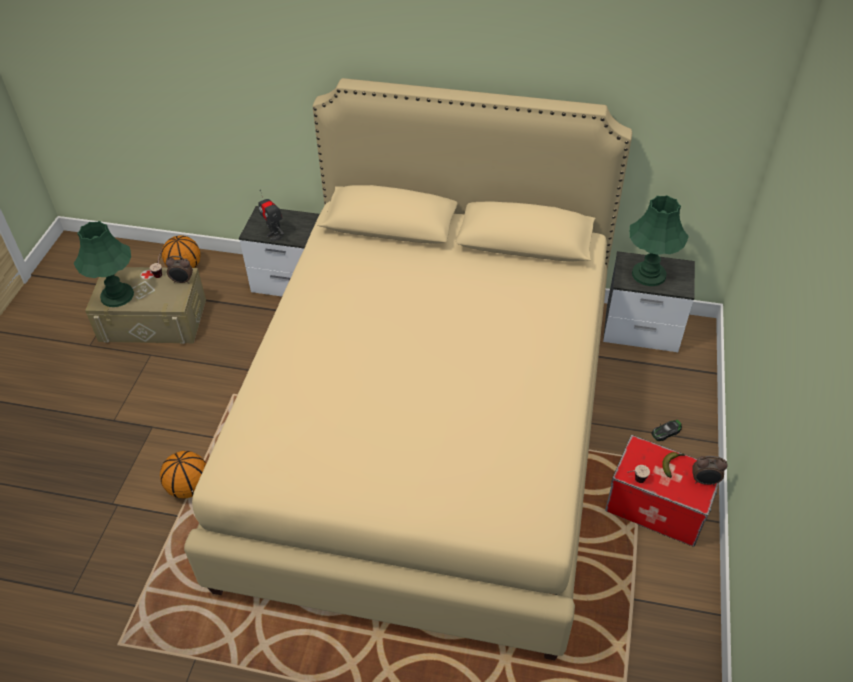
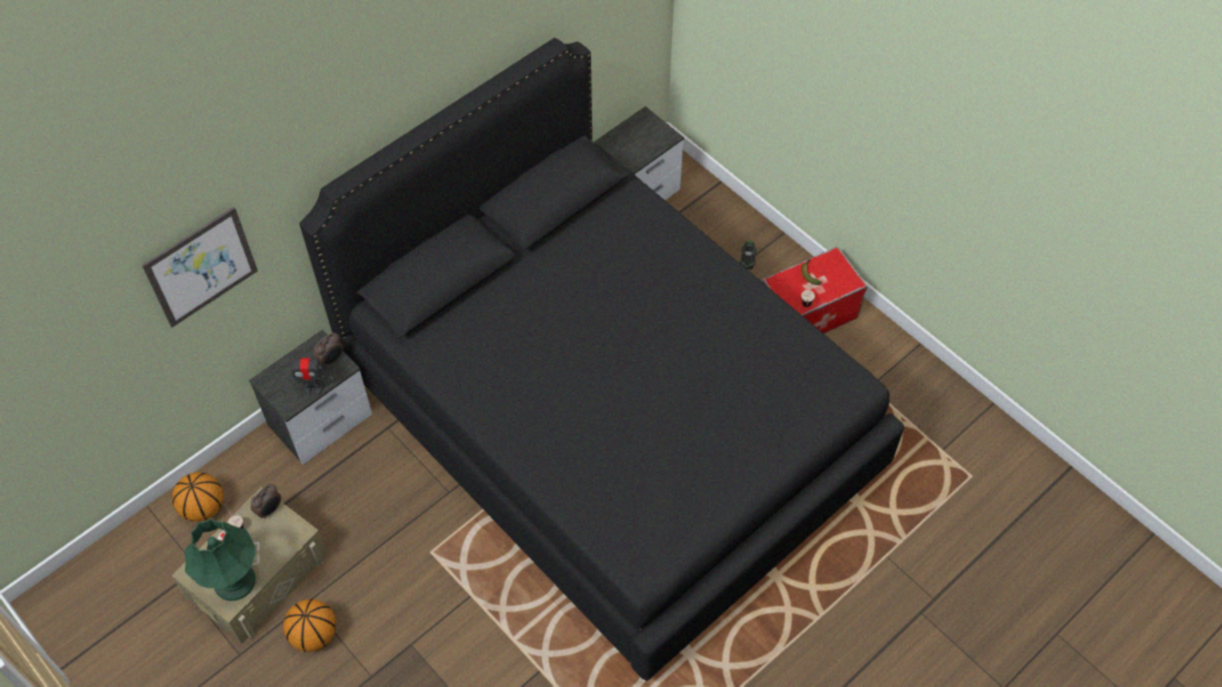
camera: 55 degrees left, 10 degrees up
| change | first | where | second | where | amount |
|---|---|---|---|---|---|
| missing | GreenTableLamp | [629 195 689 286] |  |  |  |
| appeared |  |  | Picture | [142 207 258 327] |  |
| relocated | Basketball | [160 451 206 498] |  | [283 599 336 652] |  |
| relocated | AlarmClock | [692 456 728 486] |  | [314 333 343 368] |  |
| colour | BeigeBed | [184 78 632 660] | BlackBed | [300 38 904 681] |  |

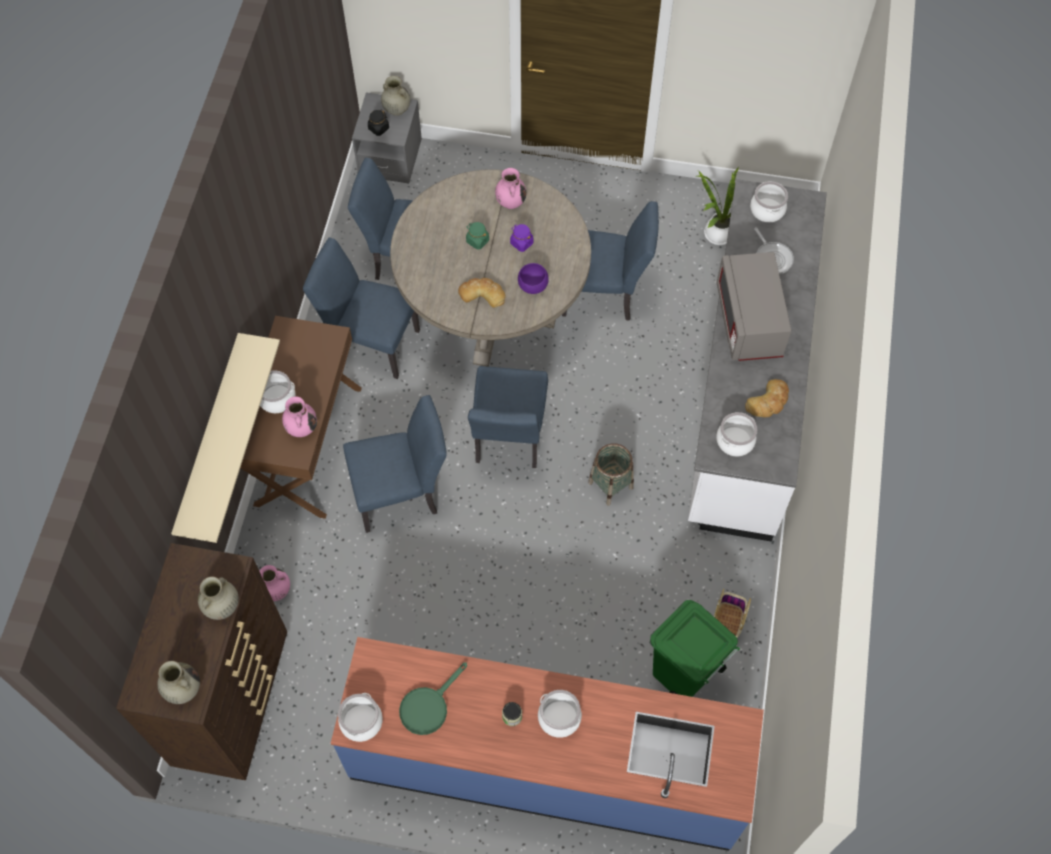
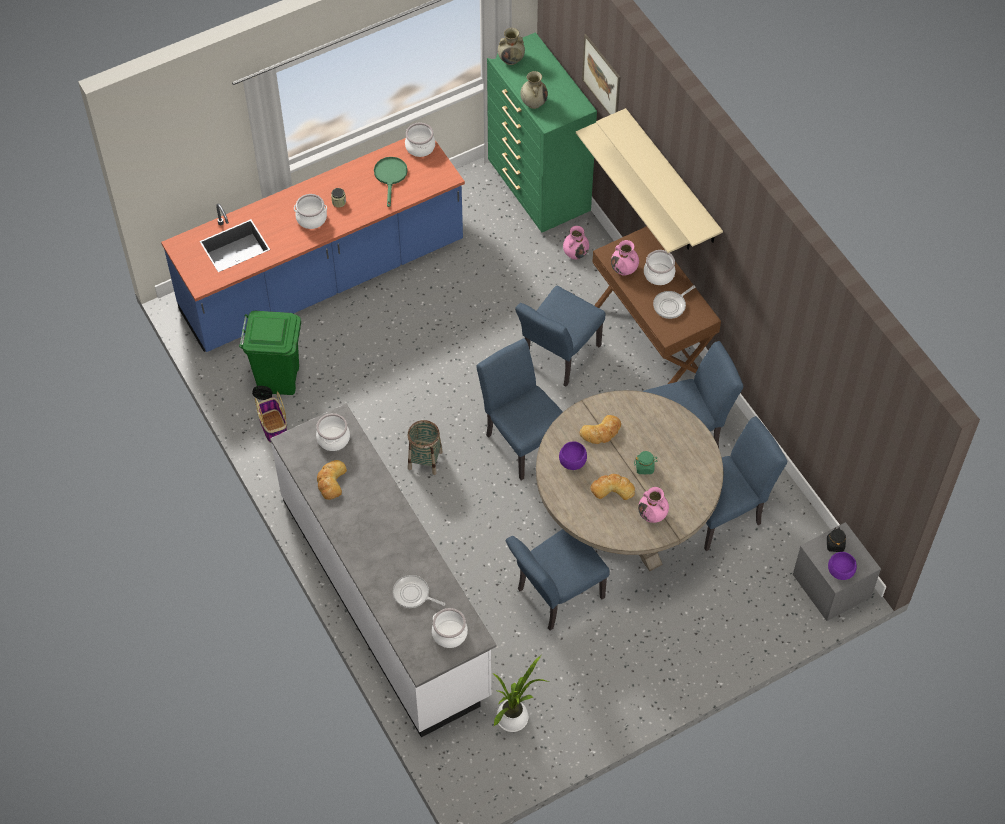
camera: 140 degrees right, 5 degrees down
| change | first | where | second | where | amount |
|---|---|---|---|---|---|
| missing | GreyMicrowave | [717 252 791 361] |  |  |  |
| appeared |  |  | Picture | [582 34 620 115] |  |
| appeared |  |  | BeigeShelf | [596 108 723 247] |  |
| appeared |  |  | FryingPan | [653 285 695 319] |  |
| exchanged | BeigeVase | [381 76 410 116] | PurpleBowl | [828 552 857 580] |  |
| exchanged | PurpleJar | [510 224 533 252] | Bread | [590 474 635 500] |  |
| colour | BrownDresser | [116 543 287 780] | GreenDresser | [487 32 597 233] |  |

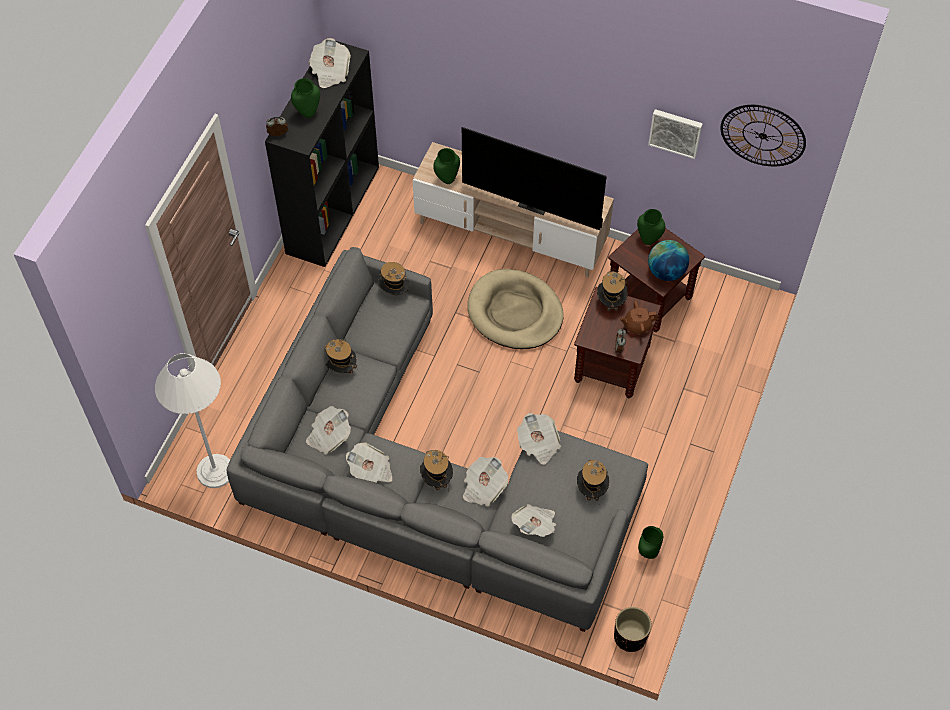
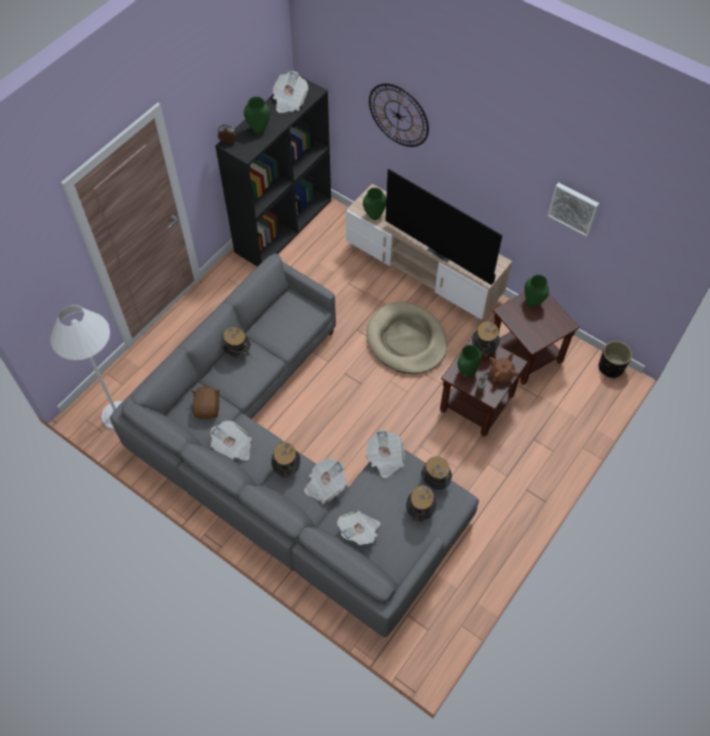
camera: 15 degrees right, 0 degrees up
| change | first | where | second | where | amount |
|---|---|---|---|---|---|
| missing | Globe | [648 240 689 281] |  |  |  |
| relocated | Hat | [378 262 410 295] |  | [421 456 452 490] |  |
| relocated | BlackPlanter | [614 607 651 652] |  | [599 341 632 378] |  |
| relocated | GreenVase | [638 526 663 559] |  | [458 345 482 377] |  |
| relocated | WallClock | [721 105 806 166] |  | [369 83 429 147] |  |
| exchanged | Newspaper | [306 406 351 455] | BrownPlushToy | [191 386 220 419] |  |
| spun | BrownTeapot | [620 301 658 334] |  | [489 352 519 383] | 120 degrees clockwise |

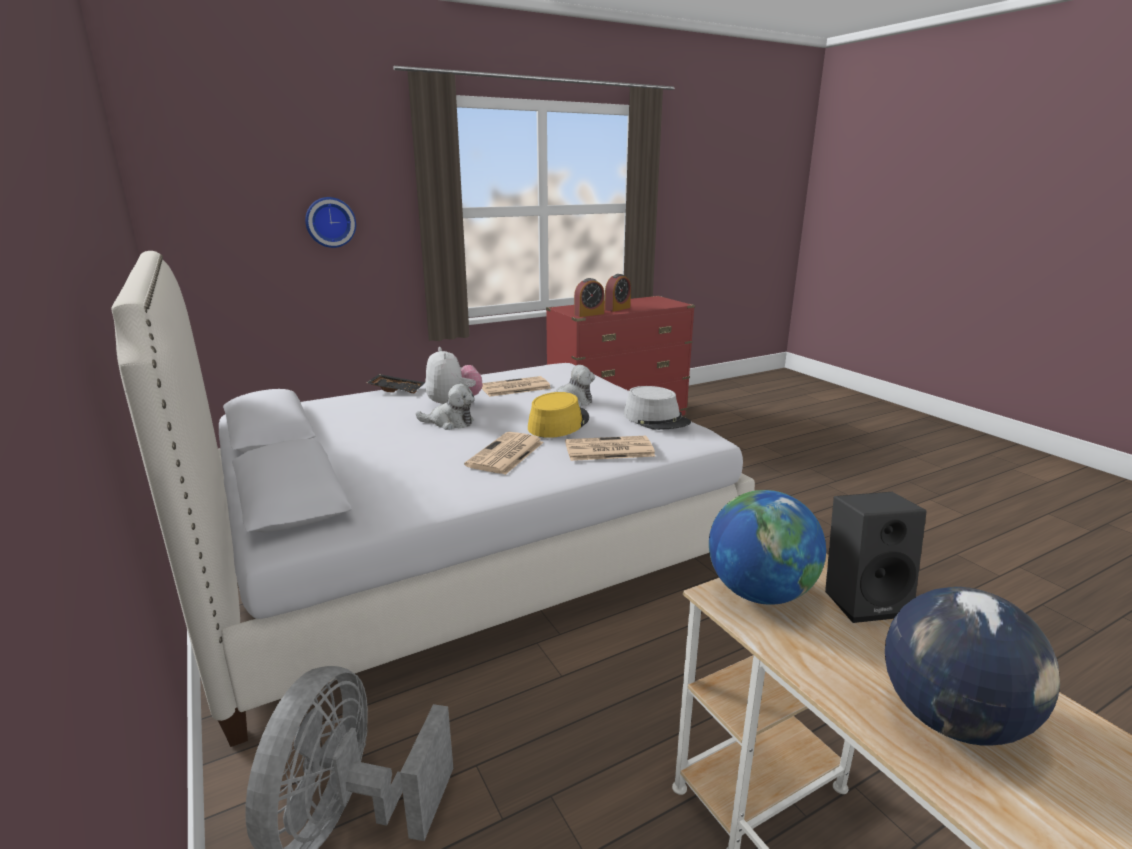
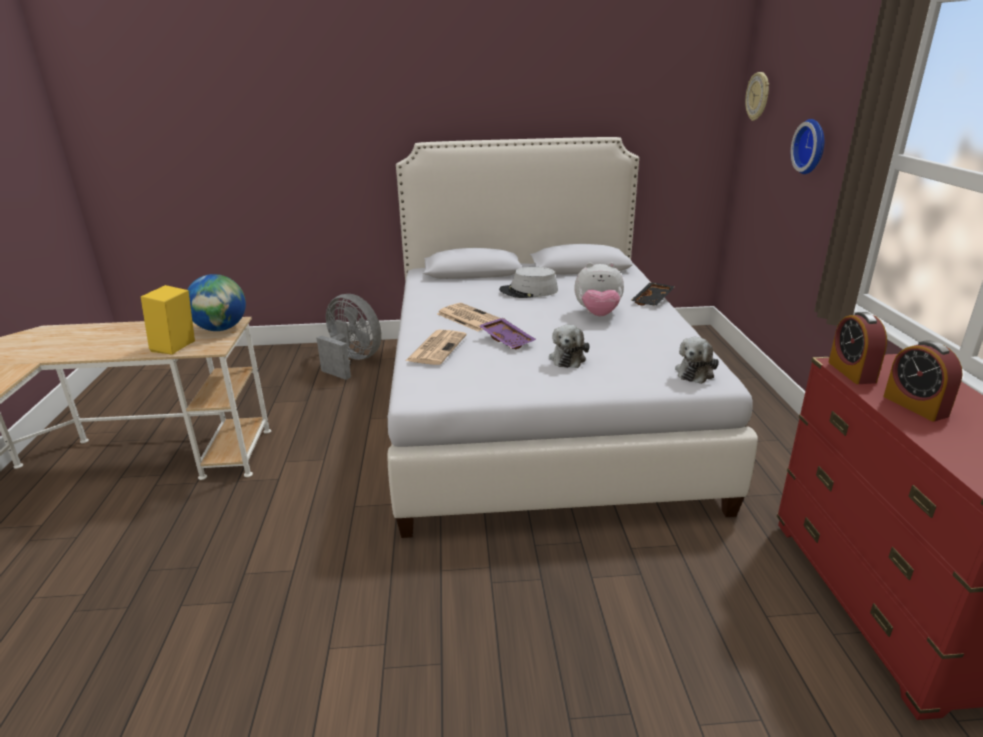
camera: 115 degrees right, 5 degrees up
| change | first | where | second | where | amount |
|---|---|---|---|---|---|
| missing | Newspaper | [482 376 551 397] |  |  |  |
| missing | Globe | [885 587 1060 746] |  |  |  |
| appeared |  |  | WallClock | [745 72 769 121] |  |
| relocated | PlushToy | [416 383 475 430] |  | [675 337 719 384] |  |
| relocated | GreyHat | [624 386 691 430] |  | [499 267 558 298] |  |
| exchanged | YellowHat | [528 392 589 438] | PurpleTray | [478 318 536 349] |  |
| colour | BlackSpeaker | [825 492 927 623] | YellowSpeaker | [141 285 195 355] |  |

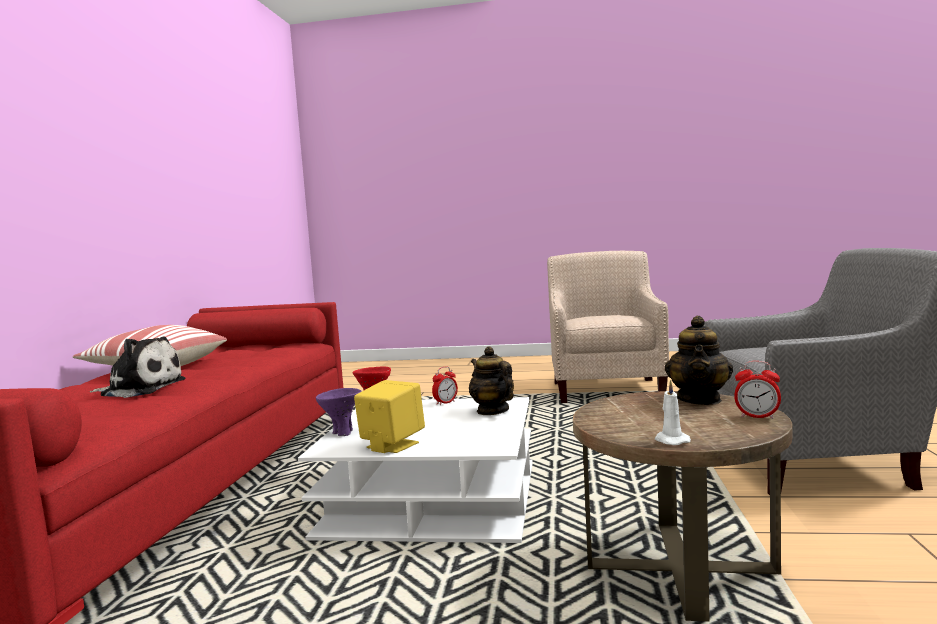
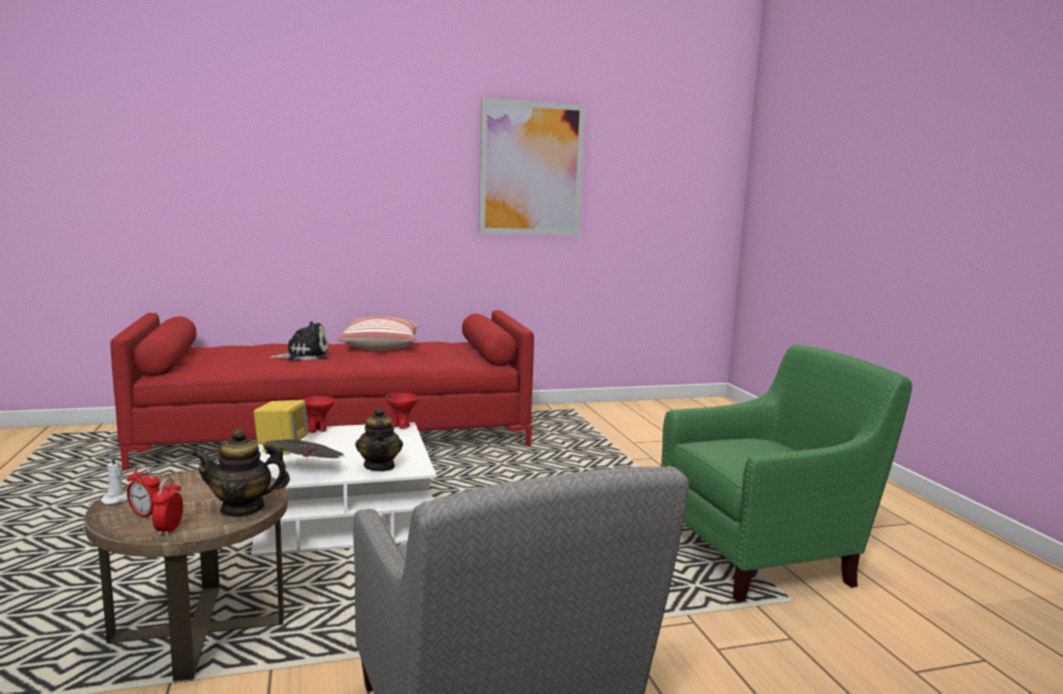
camera: 65 degrees right, 5 degrees up
| change | first | where | second | where | amount |
|---|---|---|---|---|---|
| appeared |  |  | Newspaper | [265 439 345 458] |  |
| appeared |  |  | Picture | [478 98 585 235] |  |
| relocated | AlarmClock | [432 366 458 405] |  | [127 466 160 519] |  |
| colour | PurpleBowl | [316 388 362 436] | RedBowl | [300 396 335 433] |  |
| colour | BeigeArmchair | [547 251 669 403] | GreenArmchair | [661 344 912 602] |  |
| spun | PlushToy | [90 337 185 398] |  | [269 321 328 360] | 90 degrees counterclockwise |
| spun | Teapot | [469 347 514 415] |  | [355 407 403 472] | 135 degrees clockwise |

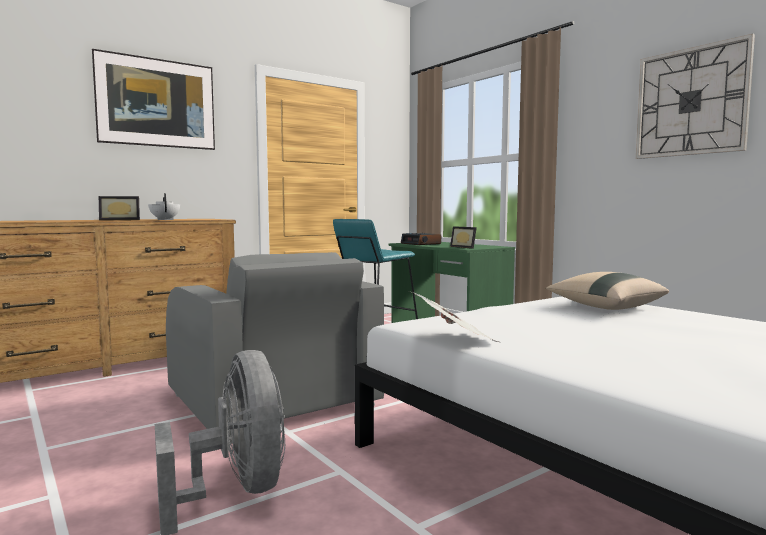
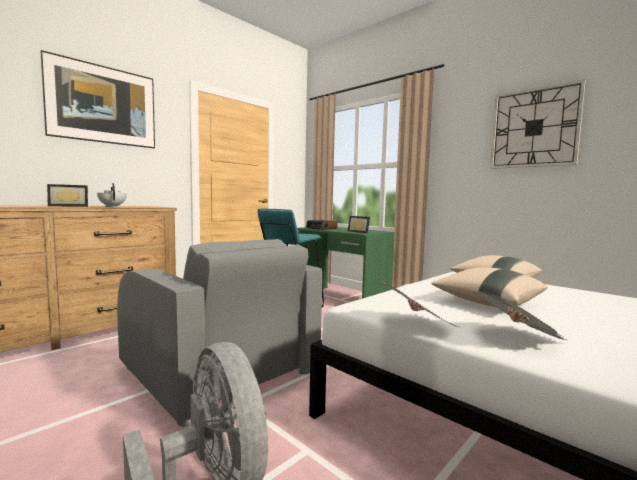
camera: 10 degrees left, 0 degrees up
| change | first | where | second | where | amount |
|---|---|---|---|---|---|
| appeared |  |  | BeigePillow | [431 267 548 307] |  |
| appeared |  |  | Newspaper | [472 291 566 340] |  |

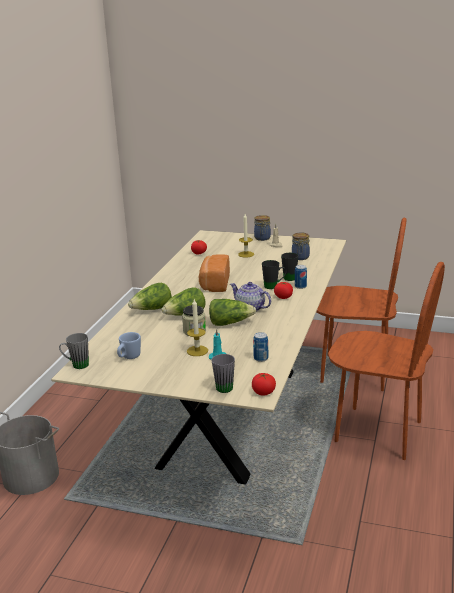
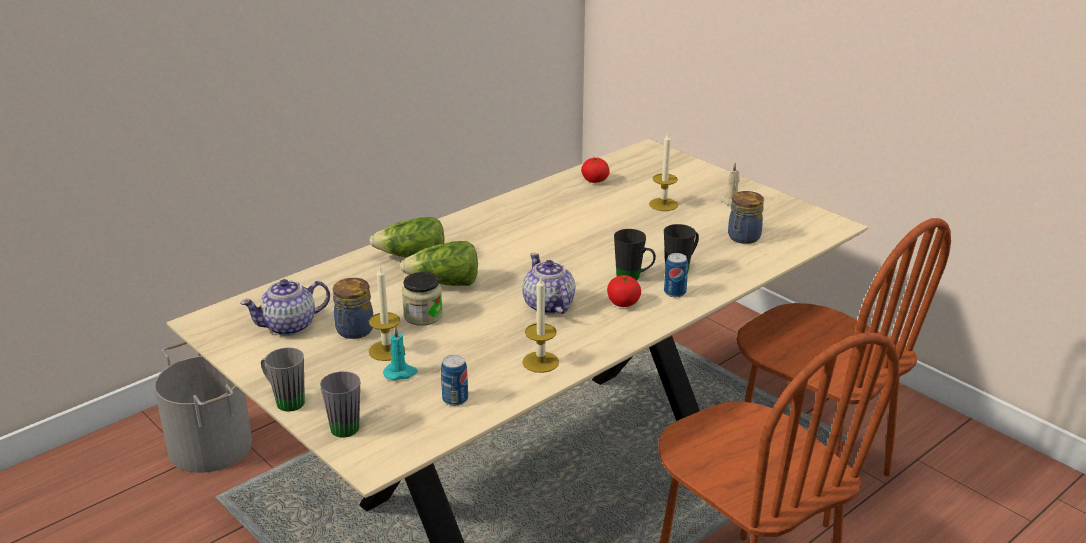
camera: 30 degrees right, 5 degrees up
| change | first | where | second | where | amount |
|---|---|---|---|---|---|
| missing | Bread | [199 254 230 292] |  |  |  |
| missing | Lettuce | [209 299 256 326] |  |  |  |
| missing | Tomato | [252 373 276 396] |  |  |  |
| appeared |  |  | Candle | [522 277 559 373] |  |
| relocated | GreyMug | [59 333 89 369] |  | [261 347 305 412] |  |
| relocated | Jar | [254 215 271 241] |  | [333 278 373 339] |  |
| exchanged | BlueMug | [117 332 141 359] | Teapot | [240 279 330 336] |  |

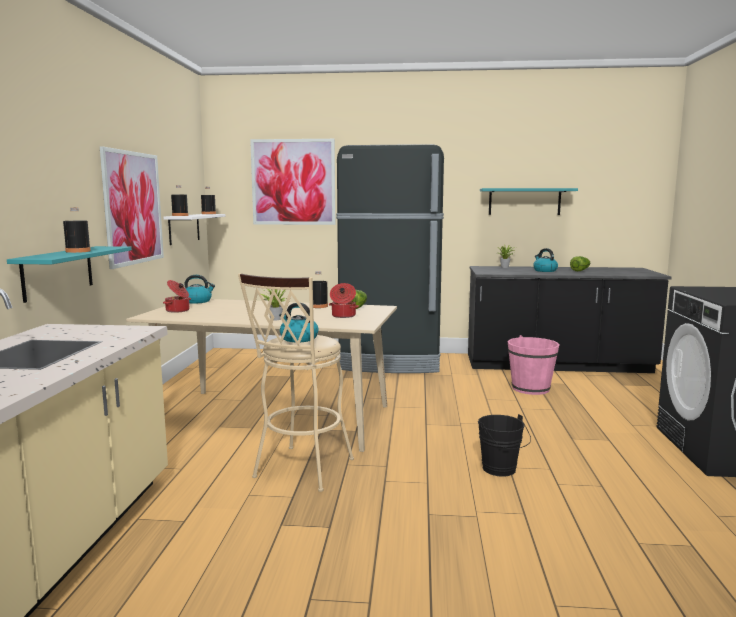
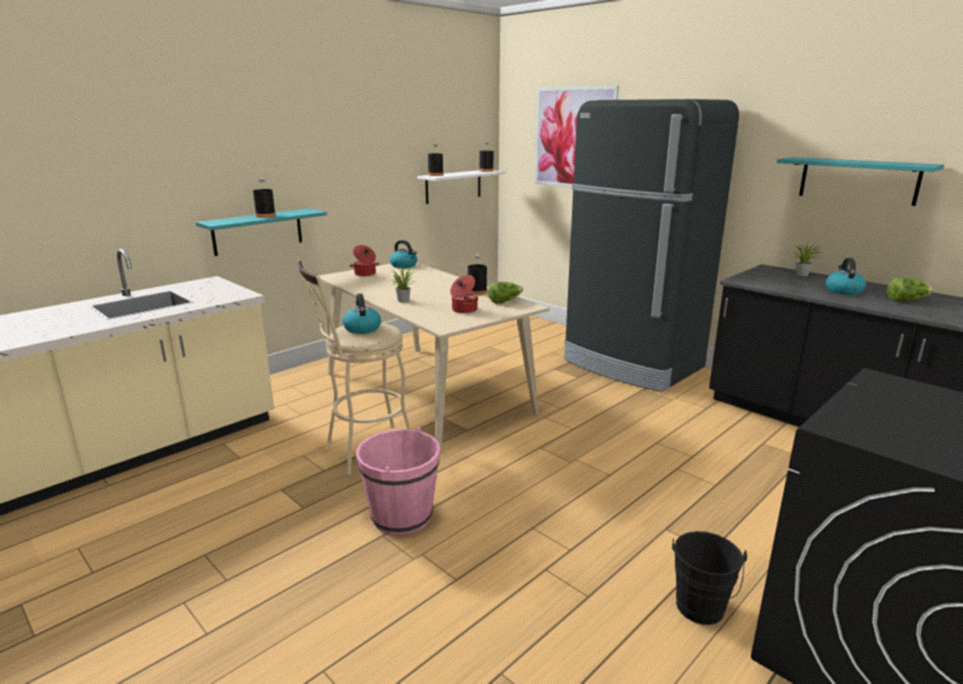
camera: 40 degrees right, 10 degrees up
| change | first | where | second | where | amount |
|---|---|---|---|---|---|
| missing | Picture | [100 146 164 269] |  |  |  |
| relocated | BlackBucket | [478 414 531 477] |  | [672 531 747 625] |  |
| relocated | PinkBucket | [508 335 560 395] |  | [356 428 440 535] |  |

